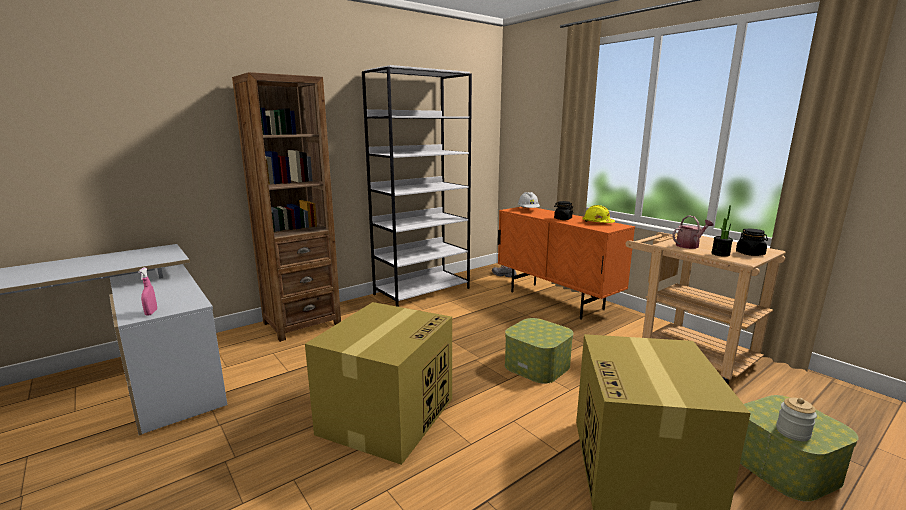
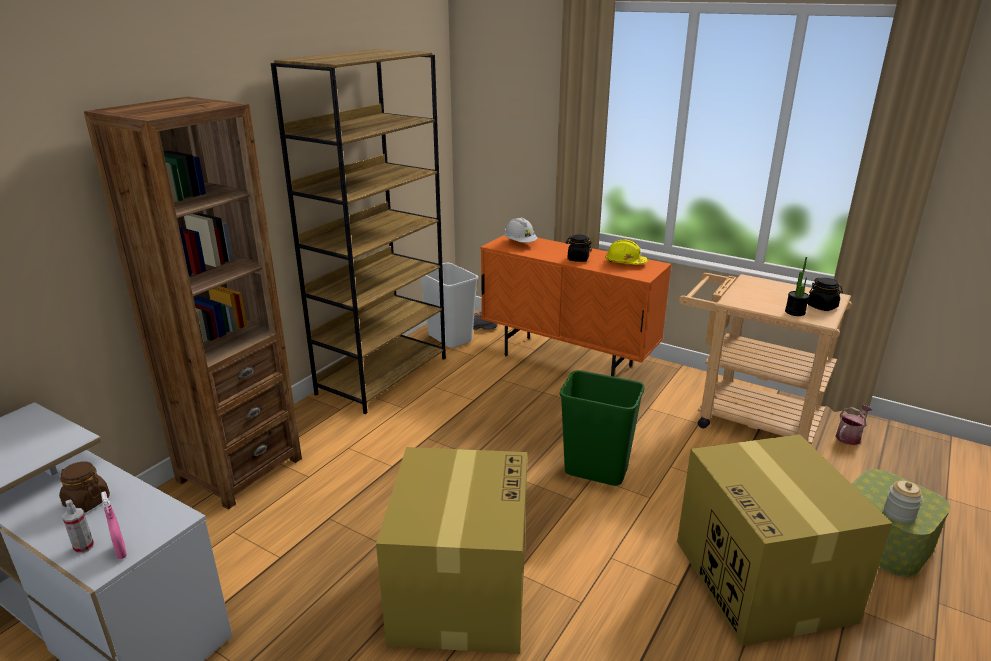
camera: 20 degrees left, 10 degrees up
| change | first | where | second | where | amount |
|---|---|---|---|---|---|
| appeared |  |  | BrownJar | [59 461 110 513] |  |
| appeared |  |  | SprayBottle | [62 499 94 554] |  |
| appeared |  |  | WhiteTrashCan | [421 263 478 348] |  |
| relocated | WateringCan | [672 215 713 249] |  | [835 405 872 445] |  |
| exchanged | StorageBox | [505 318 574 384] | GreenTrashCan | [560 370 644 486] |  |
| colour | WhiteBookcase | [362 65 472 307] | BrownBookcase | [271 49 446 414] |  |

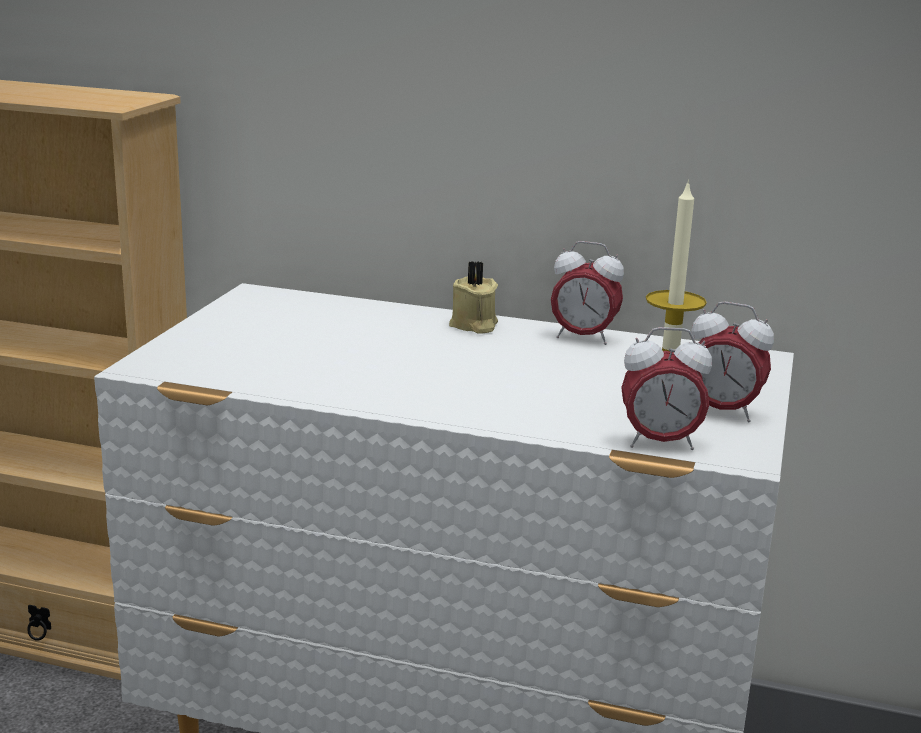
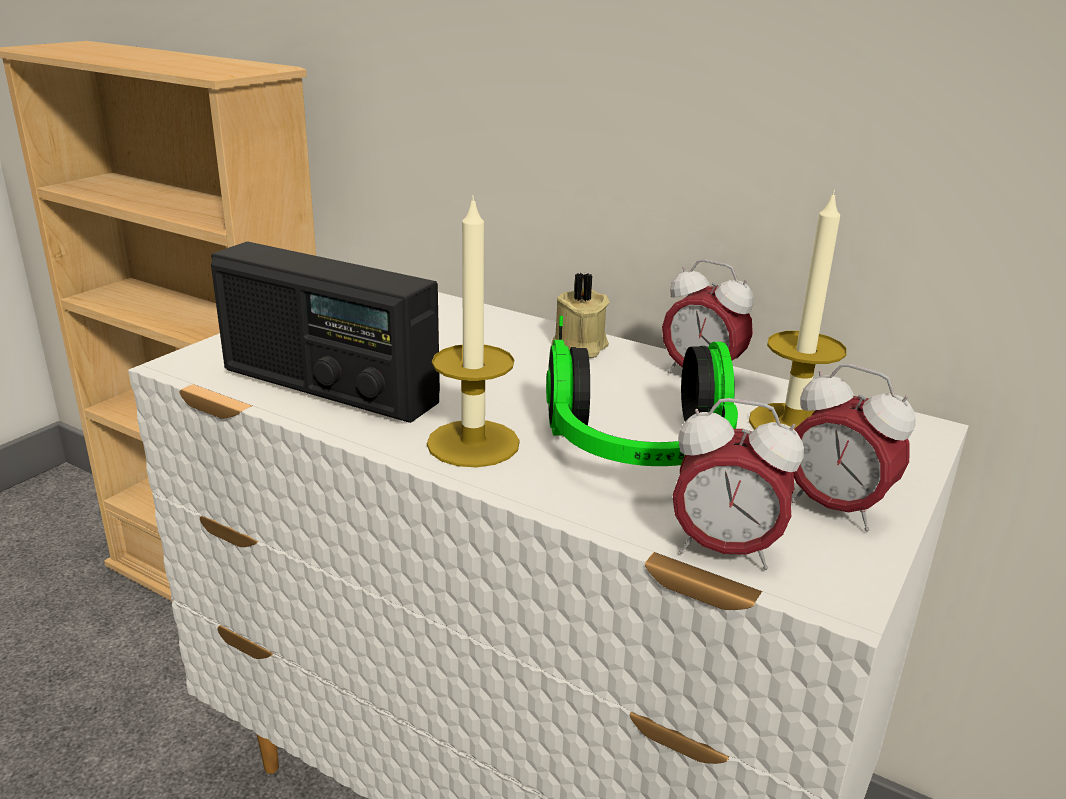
camera: 15 degrees right, 5 degrees up
| change | first | where | second | where | amount |
|---|---|---|---|---|---|
| appeared |  |  | Radio | [211 242 440 423] |  |
| appeared |  |  | Candle | [427 195 520 467] |  |
| appeared |  |  | Headphones | [546 316 738 466] |  |

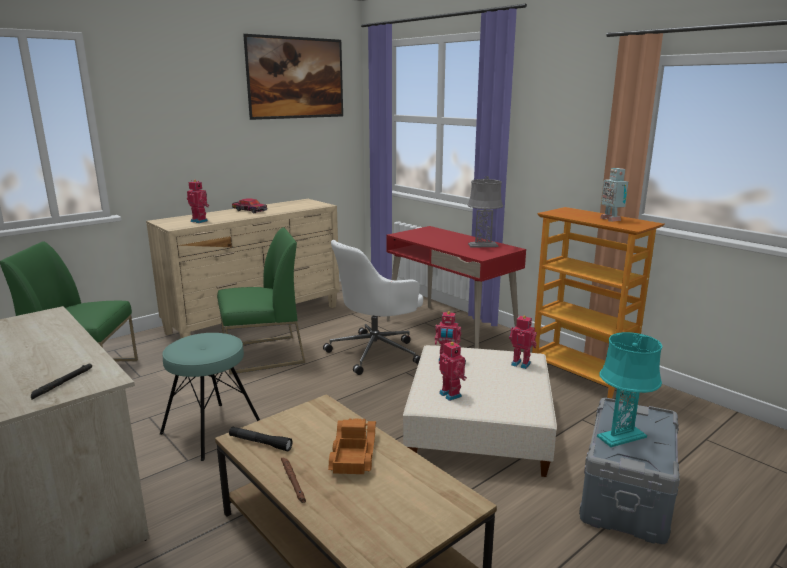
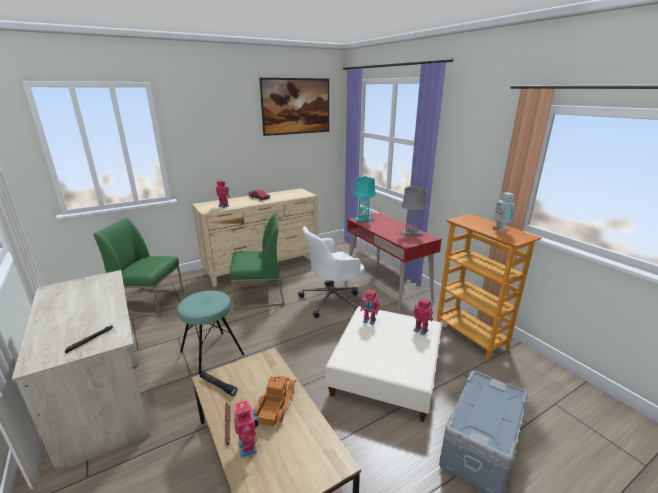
camera: 10 degrees right, 5 degrees up
| change | first | where | second | where | amount |
|---|---|---|---|---|---|
| relocated | ToyRobot | [439 340 467 401] |  | [234 399 258 458] |  |
| relocated | TurquoiseTableLamp | [597 332 662 447] |  | [353 176 376 222] |  |

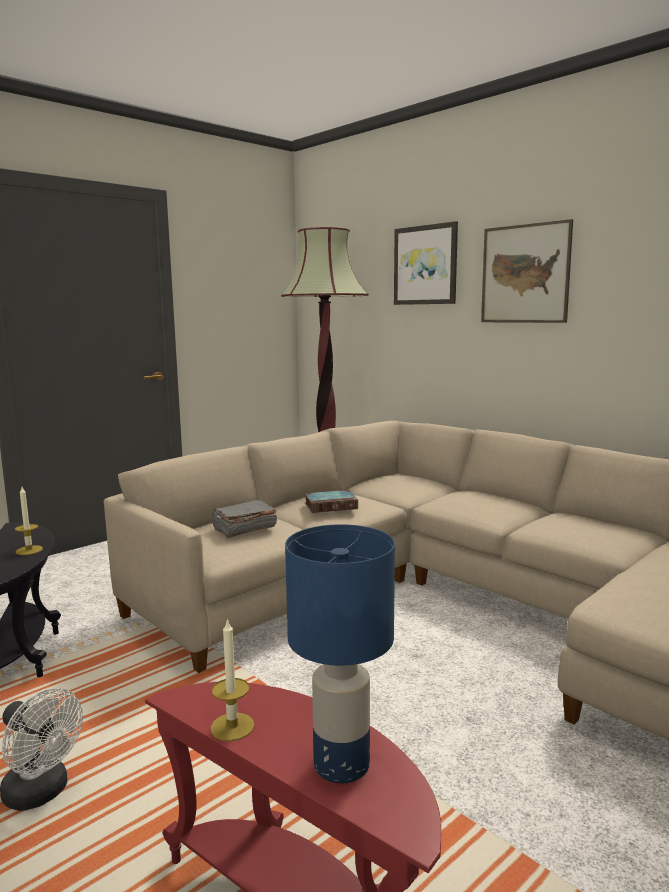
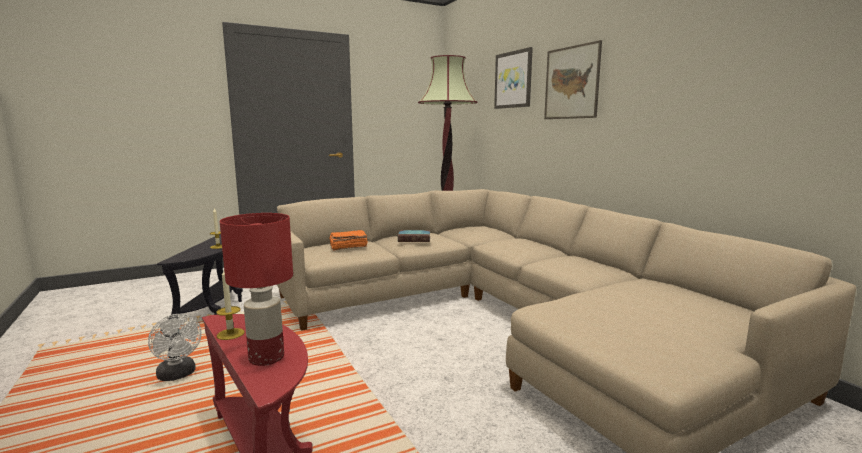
camera: 15 degrees right, 0 degrees up
| change | first | where | second | where | amount |
|---|---|---|---|---|---|
| colour | GreyBook | [211 500 277 538] | OrangeBook | [330 230 368 251] |  |
| colour | BlueTableLamp | [285 524 395 783] | RedTableLamp | [220 213 293 366] |  |

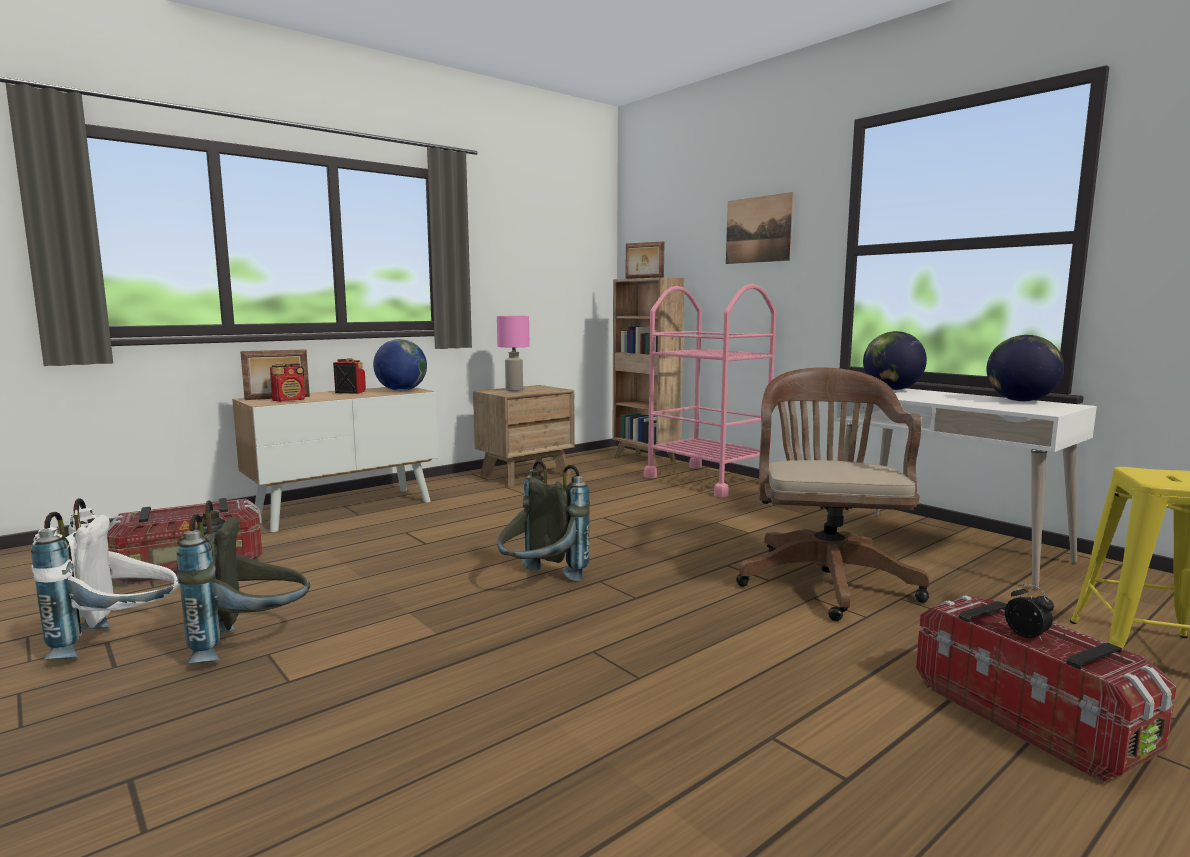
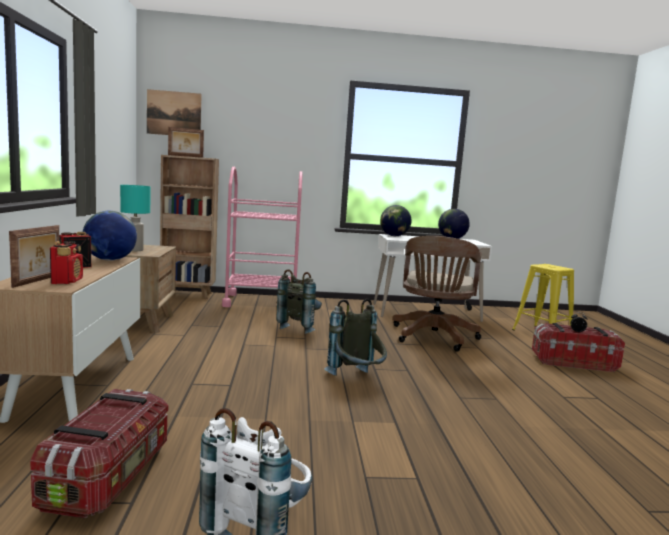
camera: 55 degrees left, 0 degrees up
| change | first | where | second | where | amount |
|---|---|---|---|---|---|
| relocated | GreyBackpack | [177 500 310 664] |  | [276 269 322 334] |  |
| relocated | Picture | [726 192 794 264] |  | [147 89 202 135] |  |
| colour | PinkTableLamp | [497 316 530 391] | TurquoiseTableLamp | [120 185 150 251] |  |
| spun | BrownOfficeChair | [736 367 929 621] |  | [393 236 482 352] | 120 degrees counterclockwise |

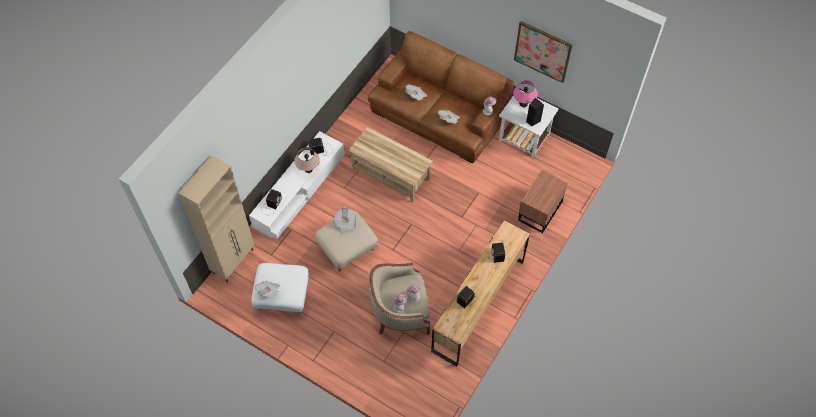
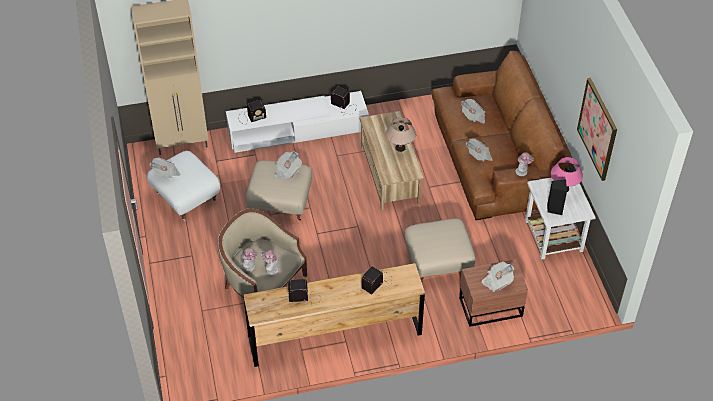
camera: 45 degrees right, 10 degrees down
| change | first | where | second | where | amount |
|---|---|---|---|---|---|
| appeared |  |  | BeigeOttoman | [405 218 476 282] |  |
| appeared |  |  | Newspaper | [482 262 514 292] |  |
| relocated | BeigeTableLamp | [294 147 320 173] |  | [386 117 416 152] |  |

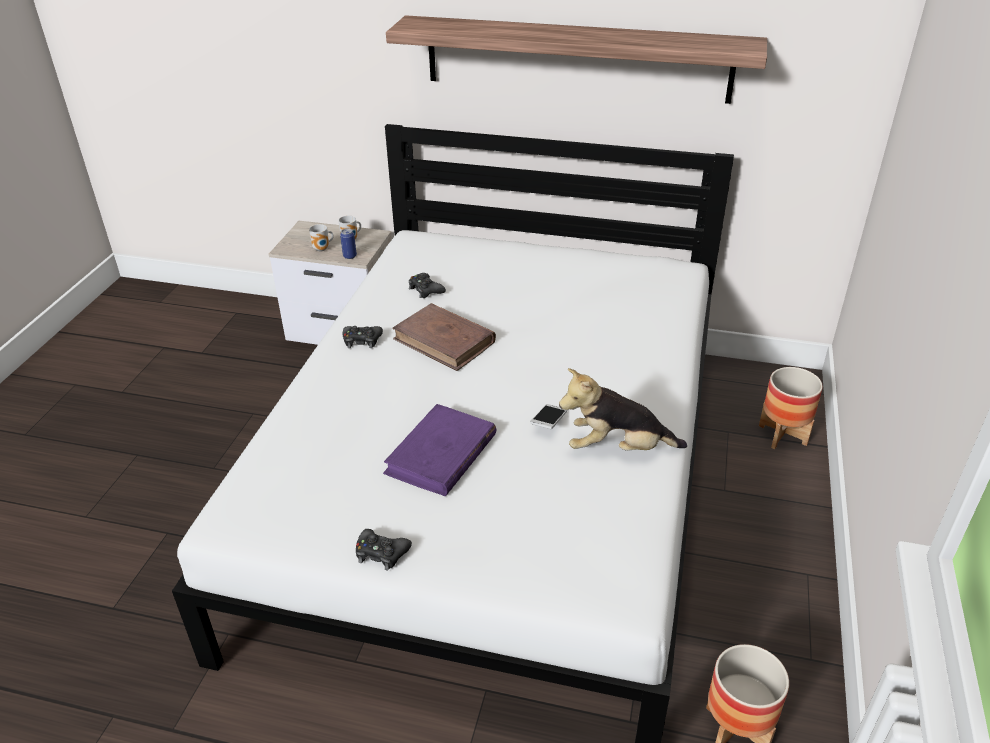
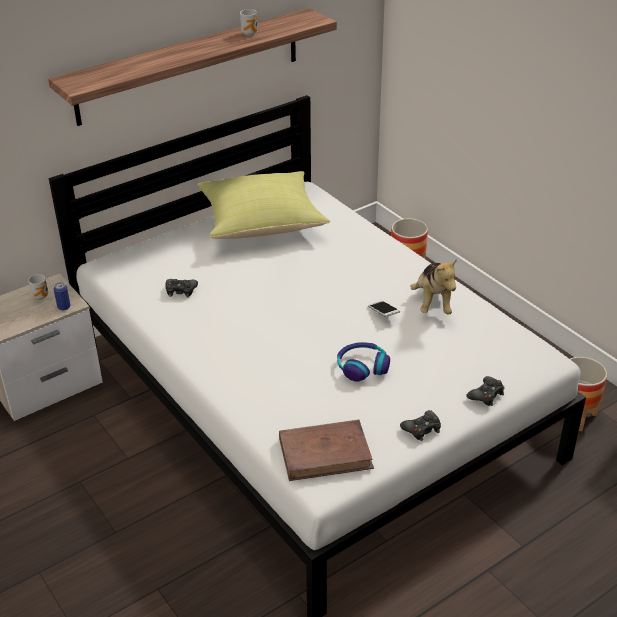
camera: 50 degrees left, 0 degrees up
| change | first | where | second | where | amount |
|---|---|---|---|---|---|
| appeared |  |  | YellowPillow | [197 171 330 239] |  |
| relocated | Mug | [309 224 334 251] |  | [240 9 257 36] |  |
| relocated | BlackGameController | [343 326 383 348] |  | [466 376 504 406] |  |
| relocated | BrownBook | [392 303 496 371] |  | [279 419 374 481] |  |
| exchanged | PurpleBook | [383 404 496 496] | Headphones | [337 342 390 382] |  |
| spun | PlushToy | [559 368 687 451] |  | [410 259 457 315] | 45 degrees counterclockwise |

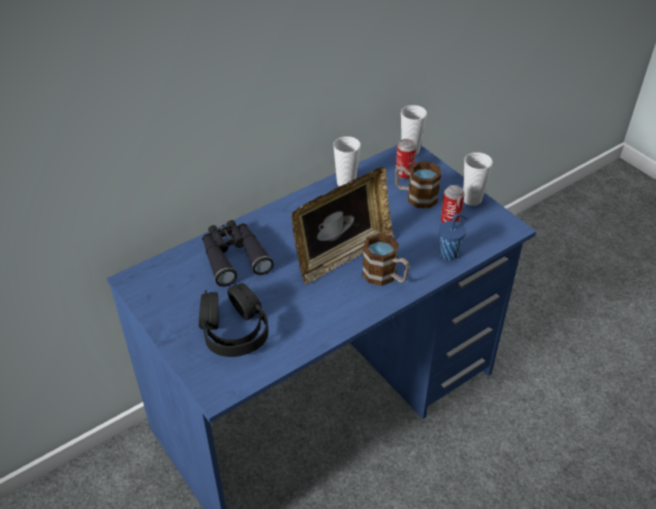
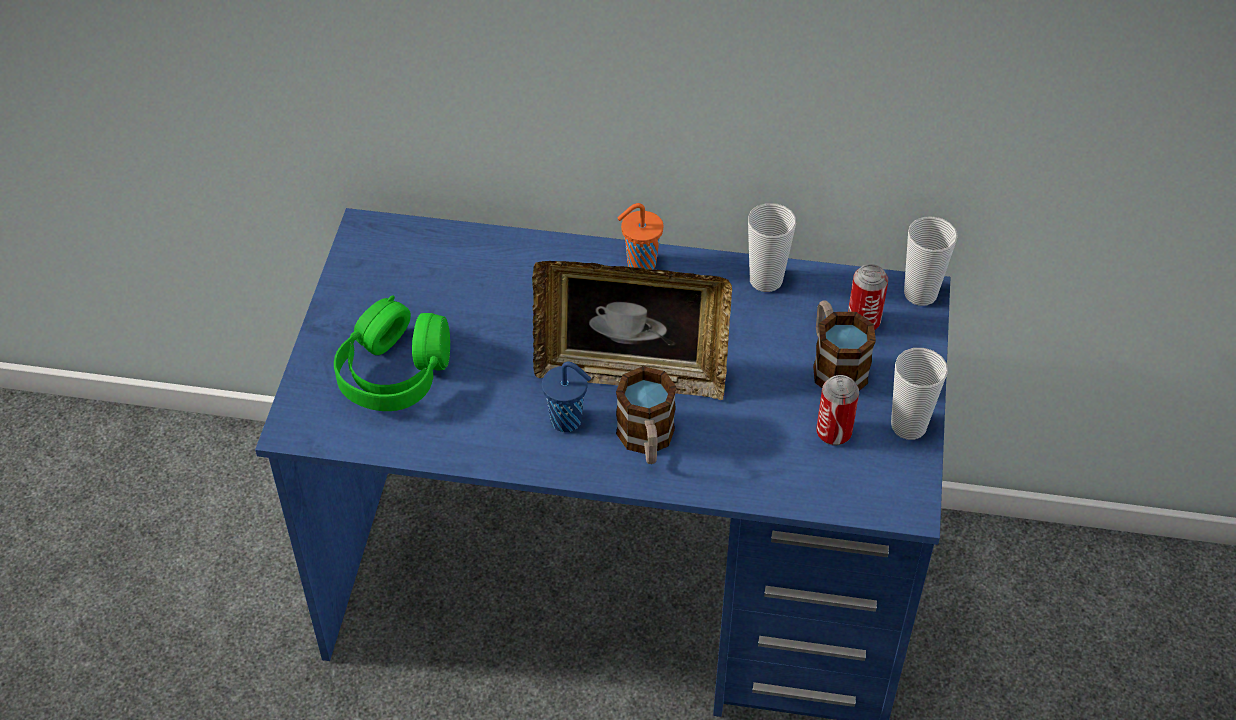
camera: 45 degrees right, 5 degrees up
| change | first | where | second | where | amount |
|---|---|---|---|---|---|
| missing | BlackBinoculars | [202 220 274 287] |  |  |  |
| appeared |  |  | OrangeCup | [617 203 663 269] |  |
| relocated | BlueCup | [439 213 467 261] |  | [542 361 591 432] |  |
| colour | BlackHeadphones | [199 283 268 357] | GreenHeadphones | [334 295 450 411] |  |

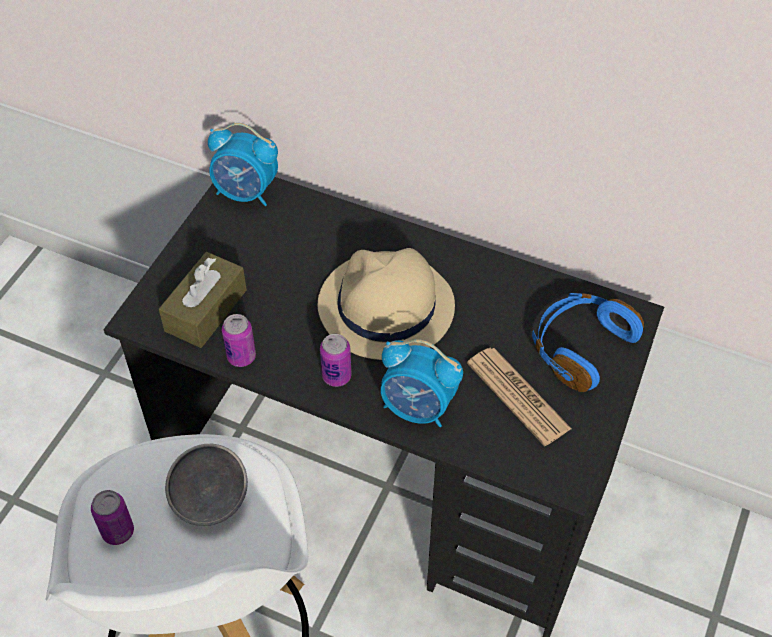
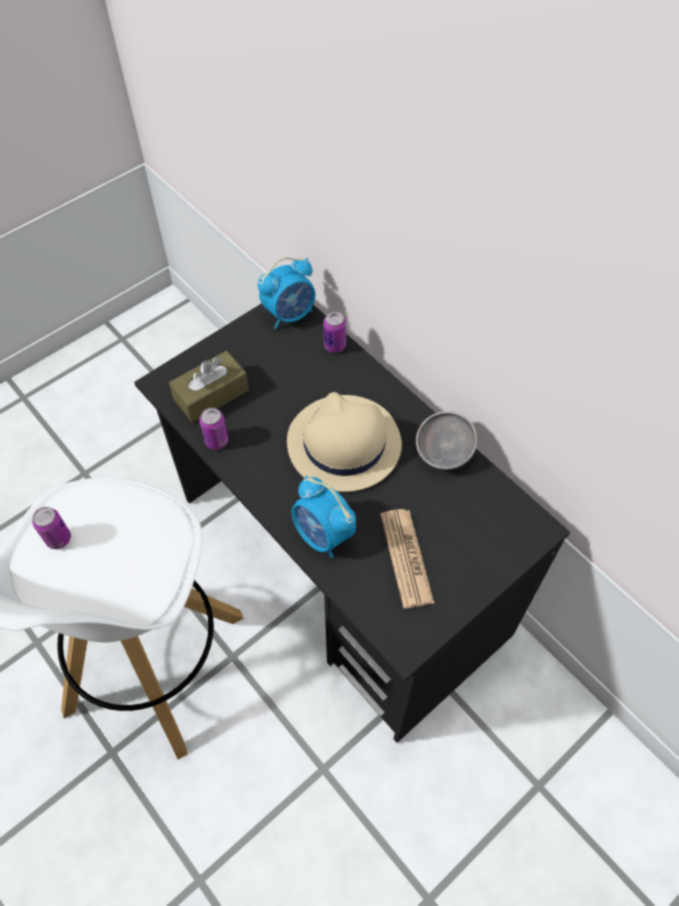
camera: 25 degrees right, 5 degrees up
| change | first | where | second | where | amount |
|---|---|---|---|---|---|
| missing | BlueHeadphones | [532 293 644 392] |  |  |  |
| relocated | GreyBowl | [165 444 248 526] |  | [416 411 478 470] |  |
| relocated | Can | [320 334 351 387] |  | [323 311 346 353] |  |
| spun | AlarmClock | [208 123 278 206] |  | [258 257 316 329] | 75 degrees counterclockwise |

